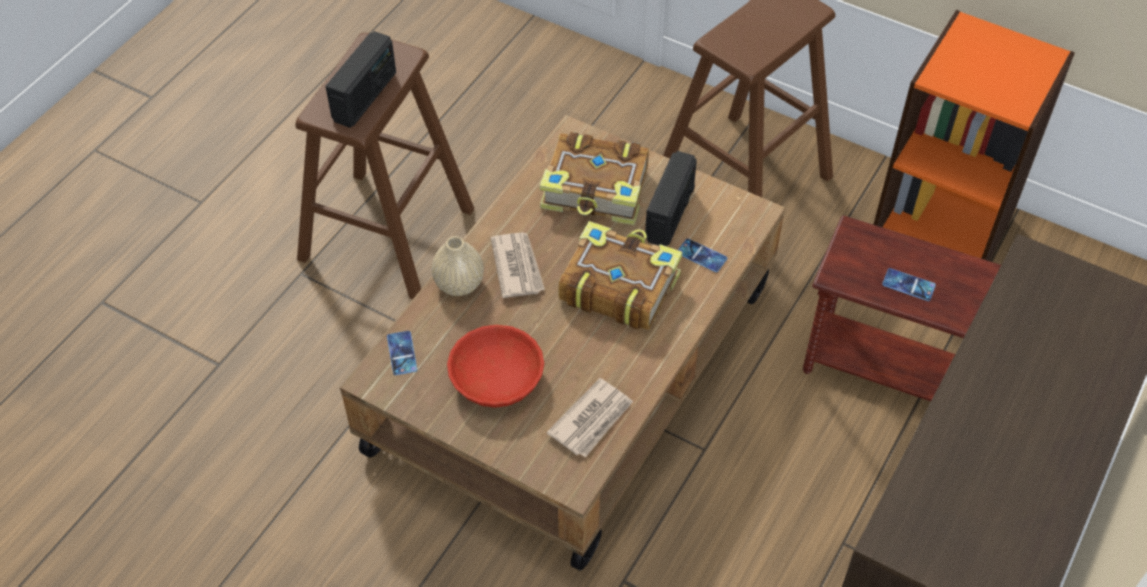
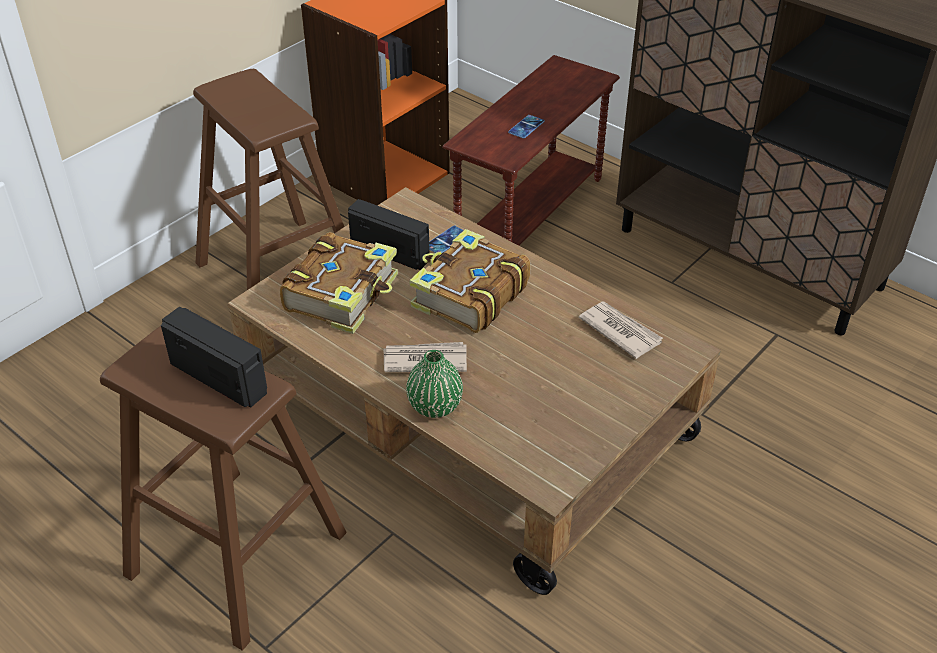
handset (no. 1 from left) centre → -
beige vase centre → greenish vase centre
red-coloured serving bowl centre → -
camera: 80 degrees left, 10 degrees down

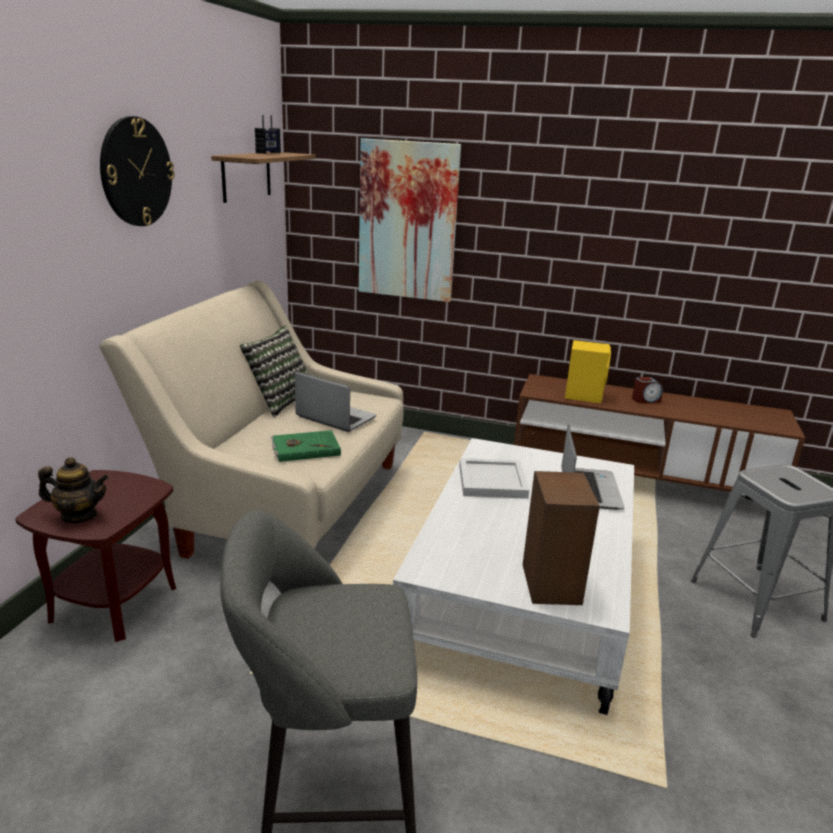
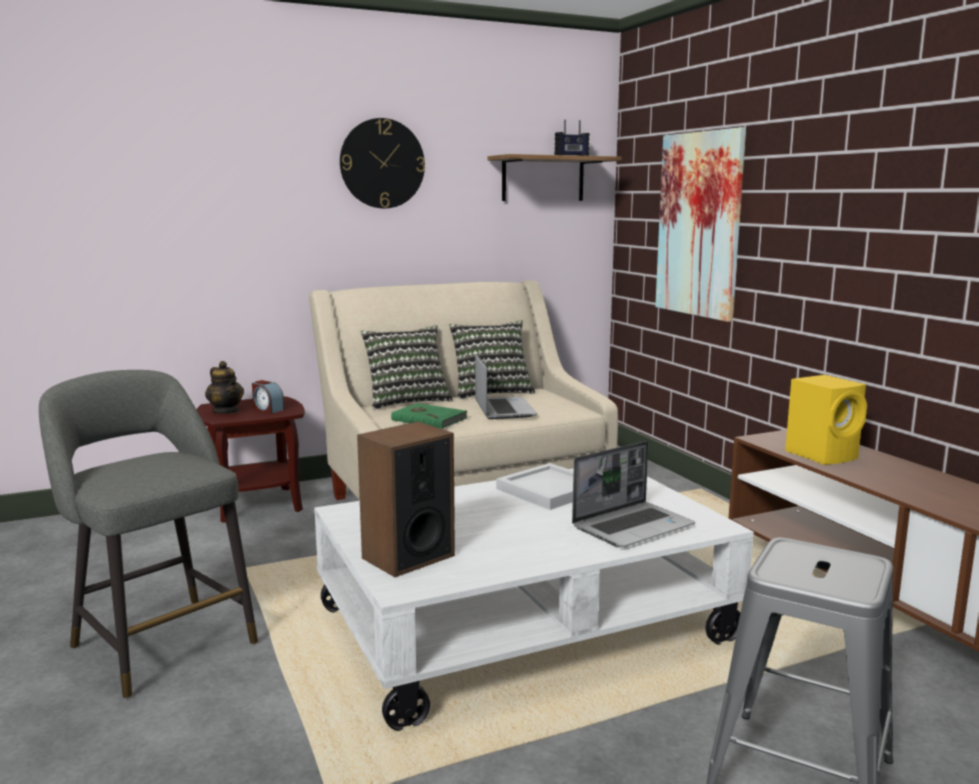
table clock middle right → table clock middle left, shifted
- → cushion (no. 1 from left) centre
camera: 50 degrees right, 10 degrees down

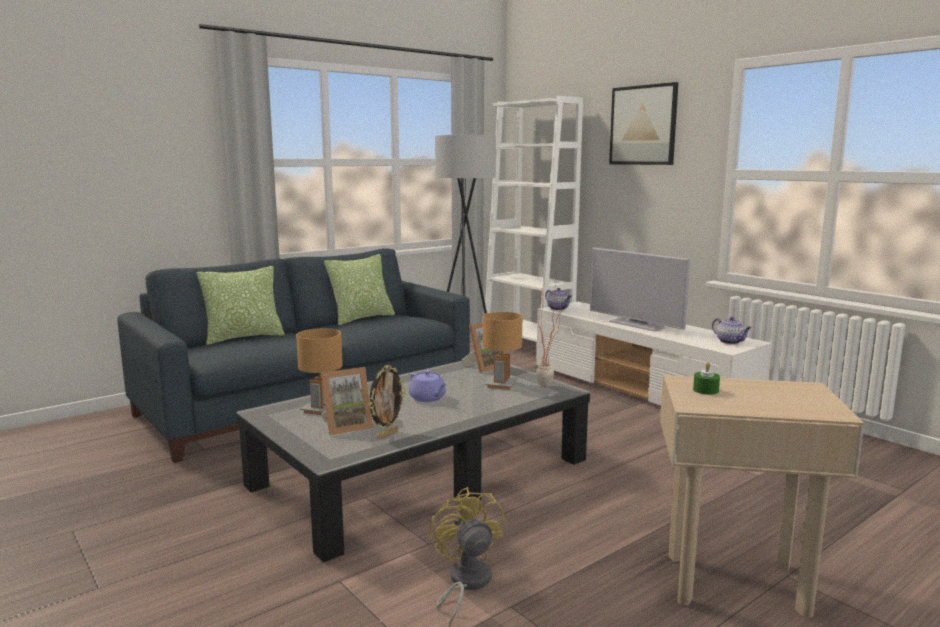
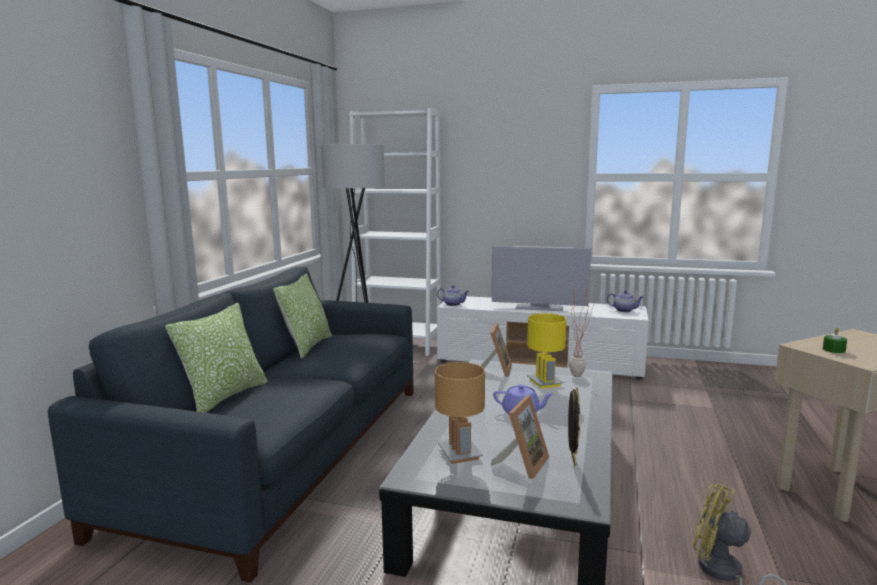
brown table lamp (no. 2 from left) centre → yellow-coloured table lamp centre
picture top right → -
camera: 35 degrees left, 0 degrees up

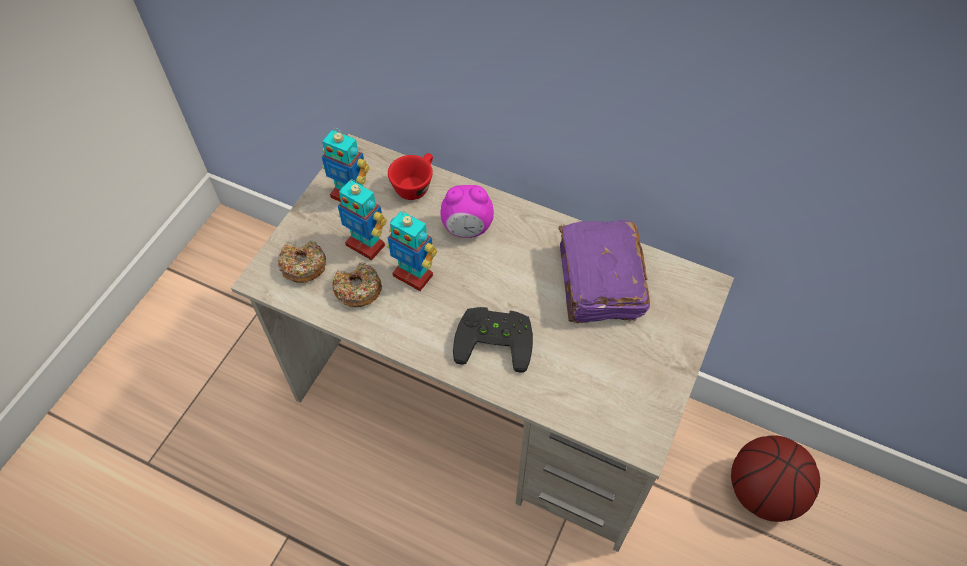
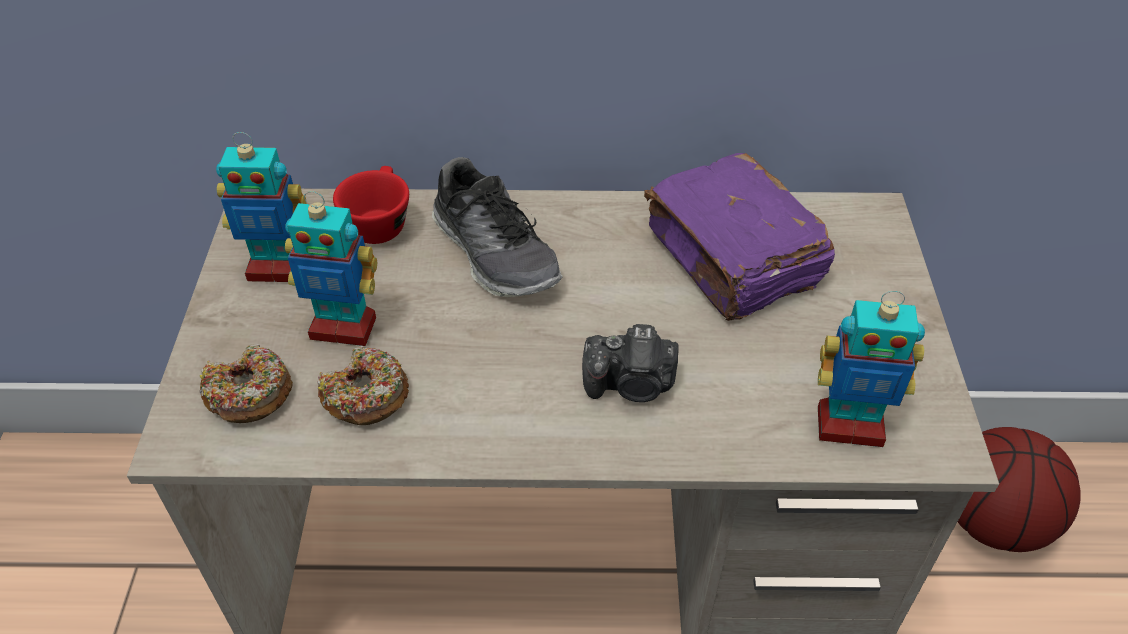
toy robot (no. 3 from left) centre → toy robot (no. 3 from left) middle right, shifted
table clock centre → shoe centre
black-coloured joypad centre → photo camera centre
camera: 25 degrees left, 10 degrees down

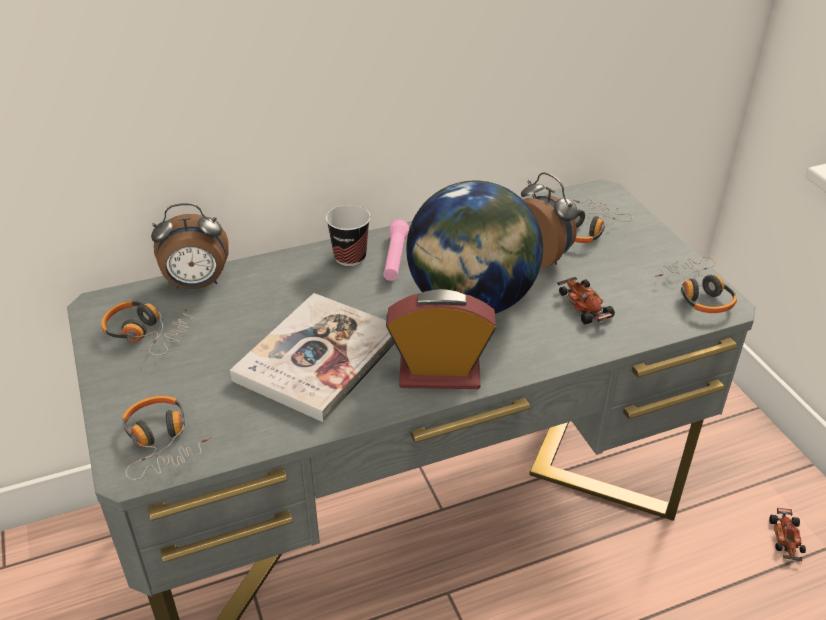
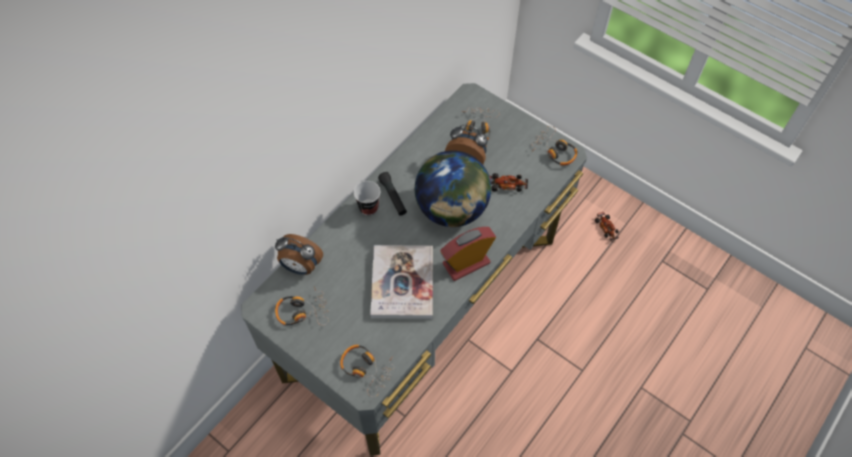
table clock (no. 1 from left) middle left → table clock (no. 1 from left) centre, 60 degrees clockwise
pink-coloured flashlight centre → black-coloured flashlight centre
model car (no. 1 from left) middle right → model car (no. 1 from left) centre, 150 degrees clockwise
camera: 30 degrees left, 20 degrees up

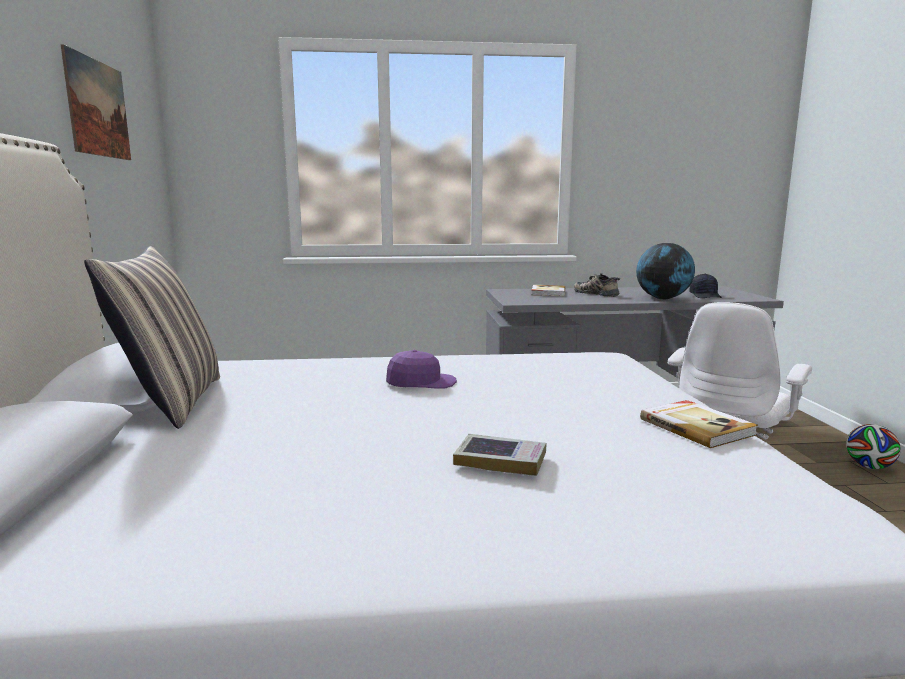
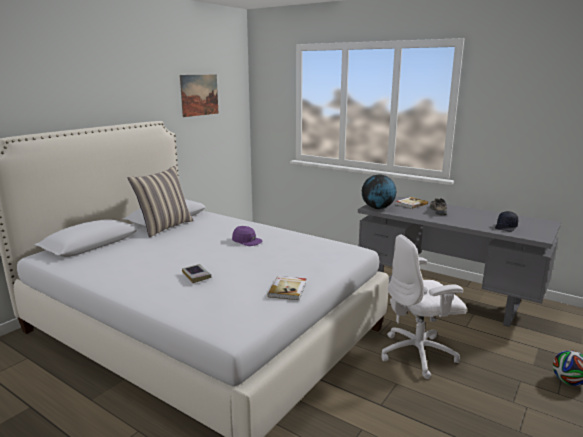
desk globe middle right → desk globe centre, shifted
camera: 40 degrees right, 5 degrees up

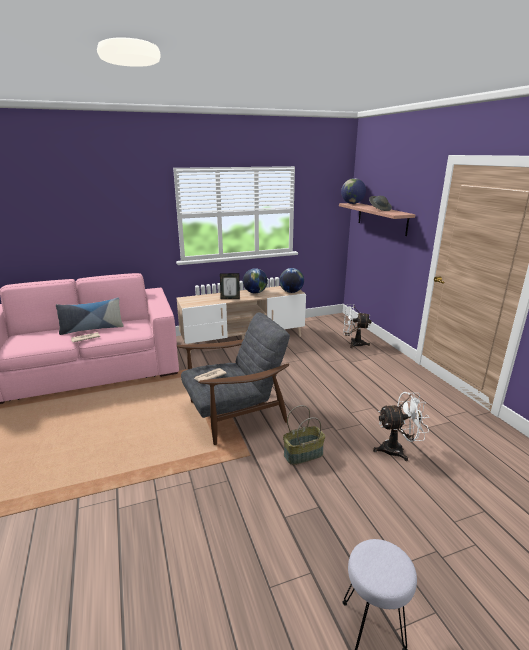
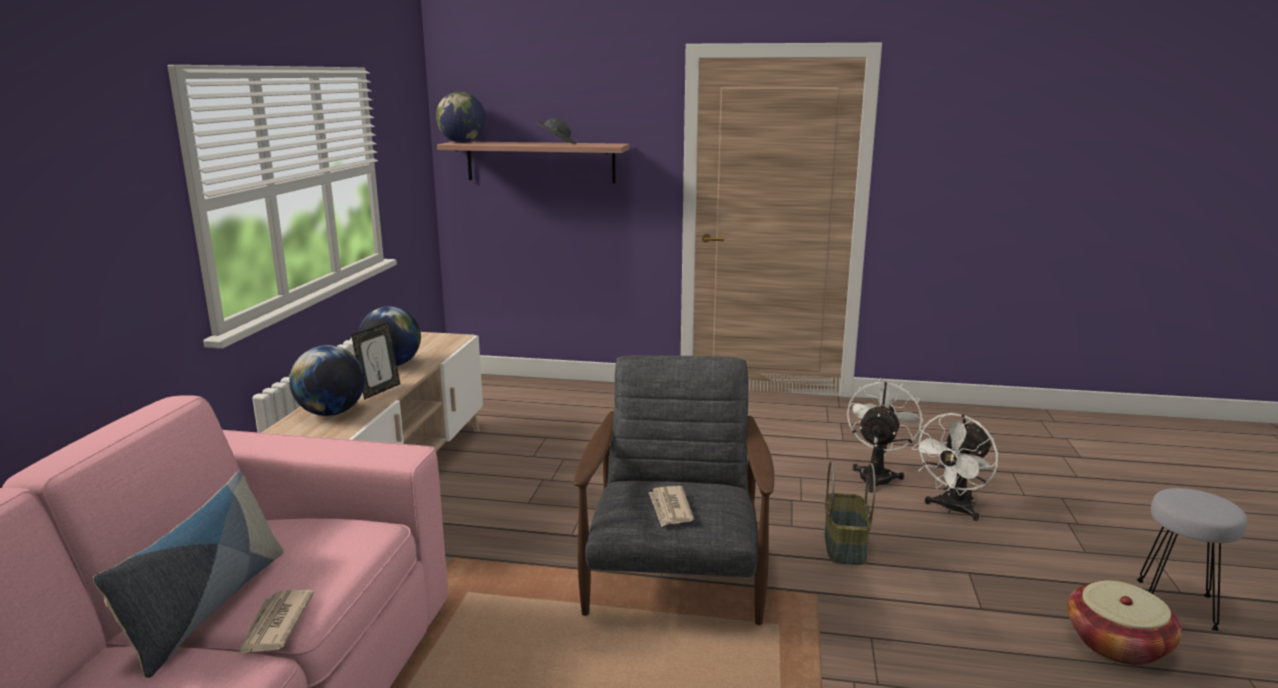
desk globe (no. 2 from left in the first image) centre → desk globe (no. 1 from left) middle left, shifted
white-coloured electric fan (no. 1 from left in the first image) middle right → white-coloured electric fan (no. 2 from left) bottom right, shifted
- → household basket (no. 2 from left) bottom right
camera: 60 degrees left, 5 degrees down

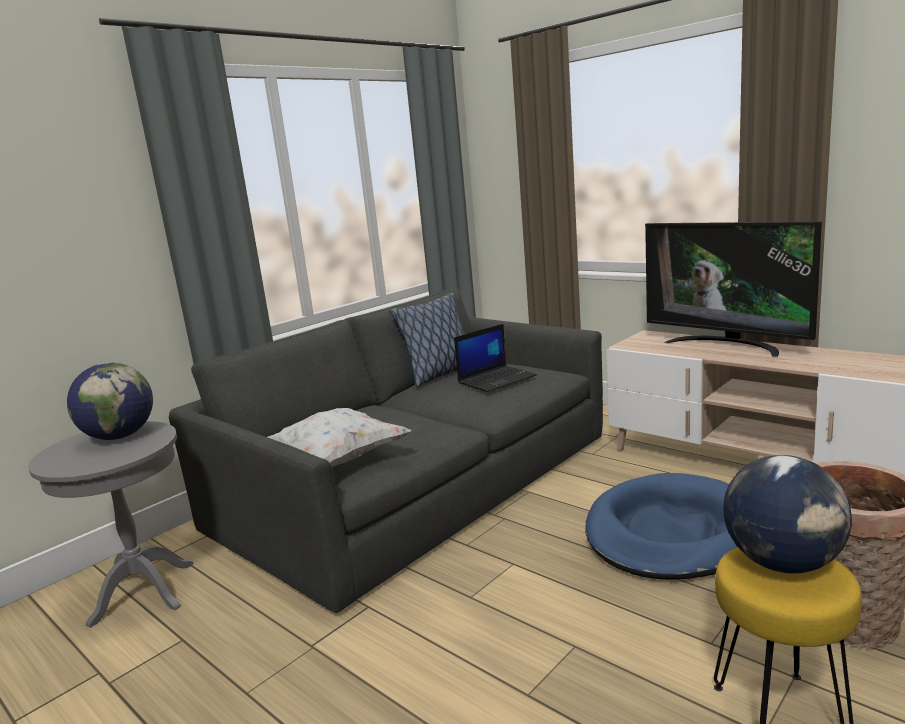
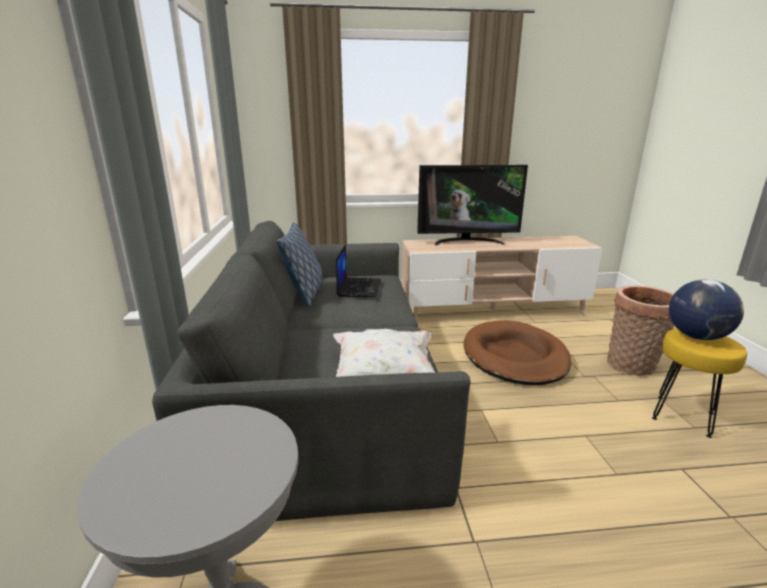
desk globe (no. 1 from left) middle left → -
blue pet bed bottom right → brown pet bed middle right
camera: 50 degrees left, 5 degrees up

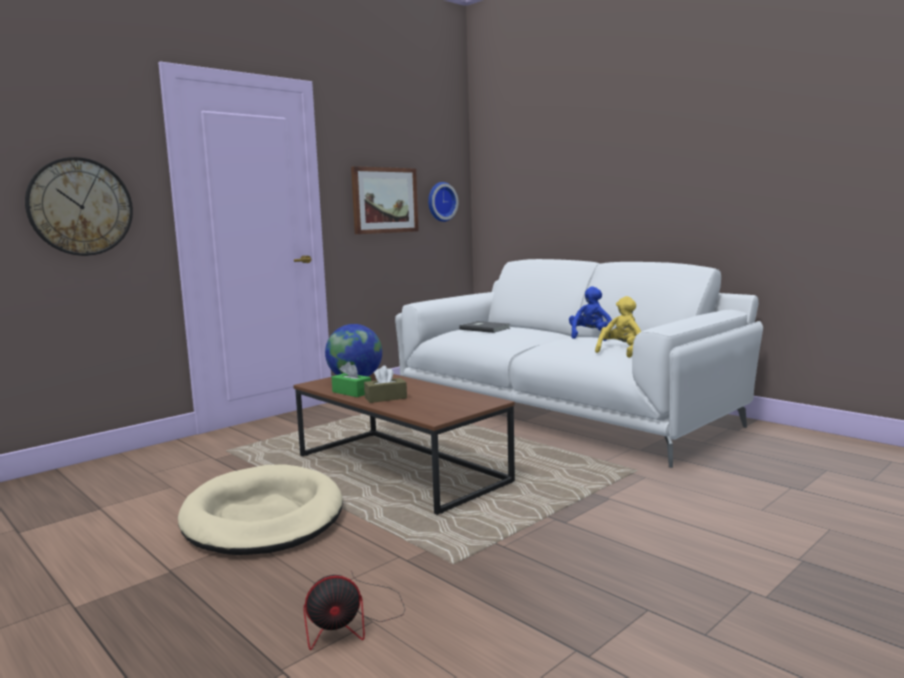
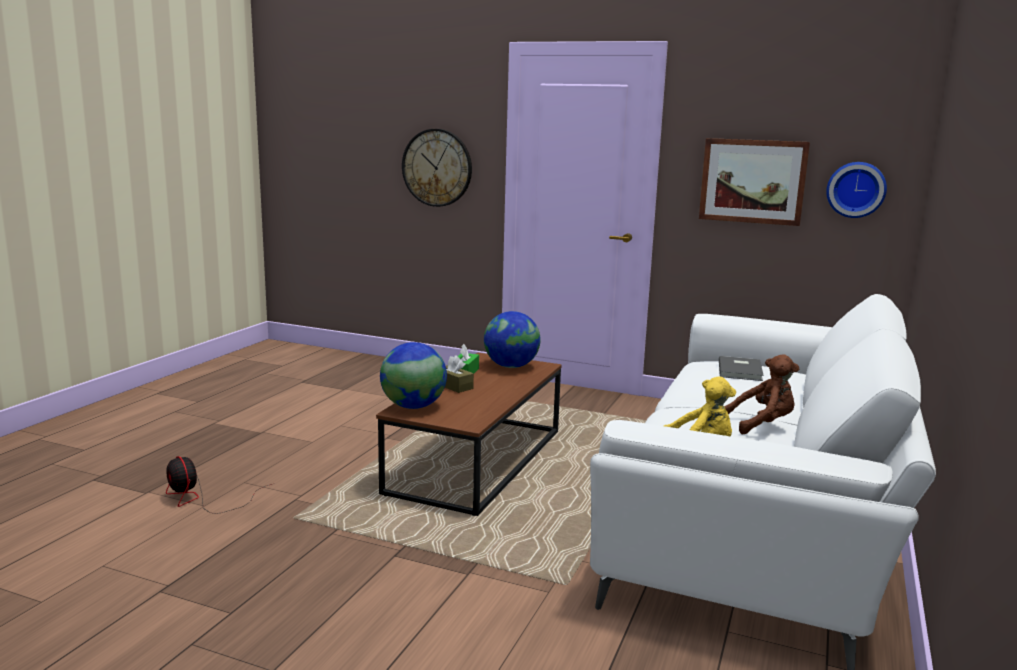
beige pet bed bottom left → -
blue plush toy centre → brown plush toy middle right
- → desk globe (no. 1 from left) centre
camera: 65 degrees right, 5 degrees up

